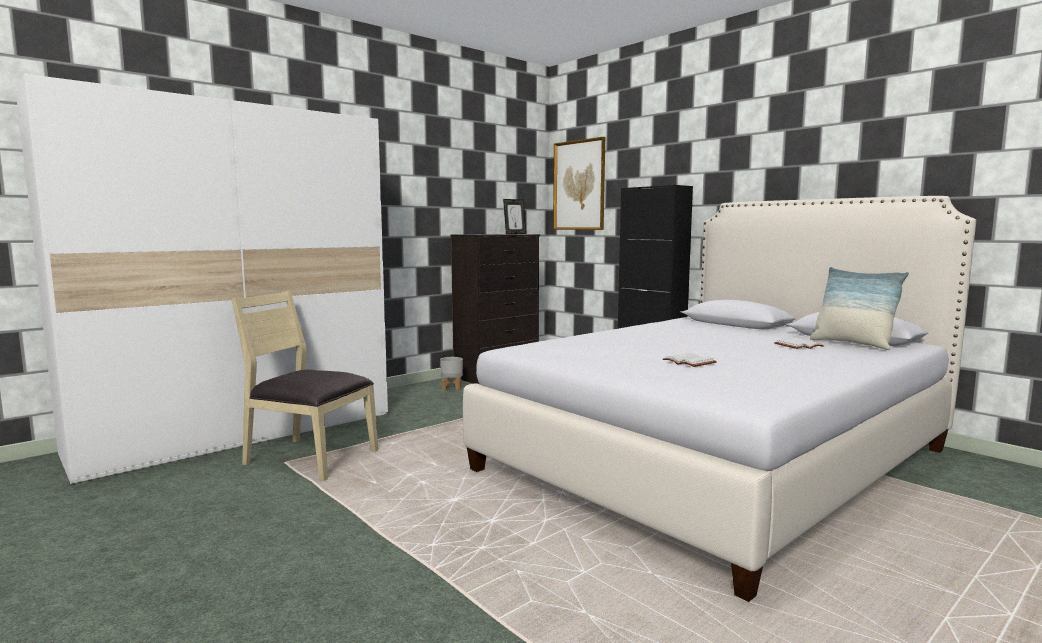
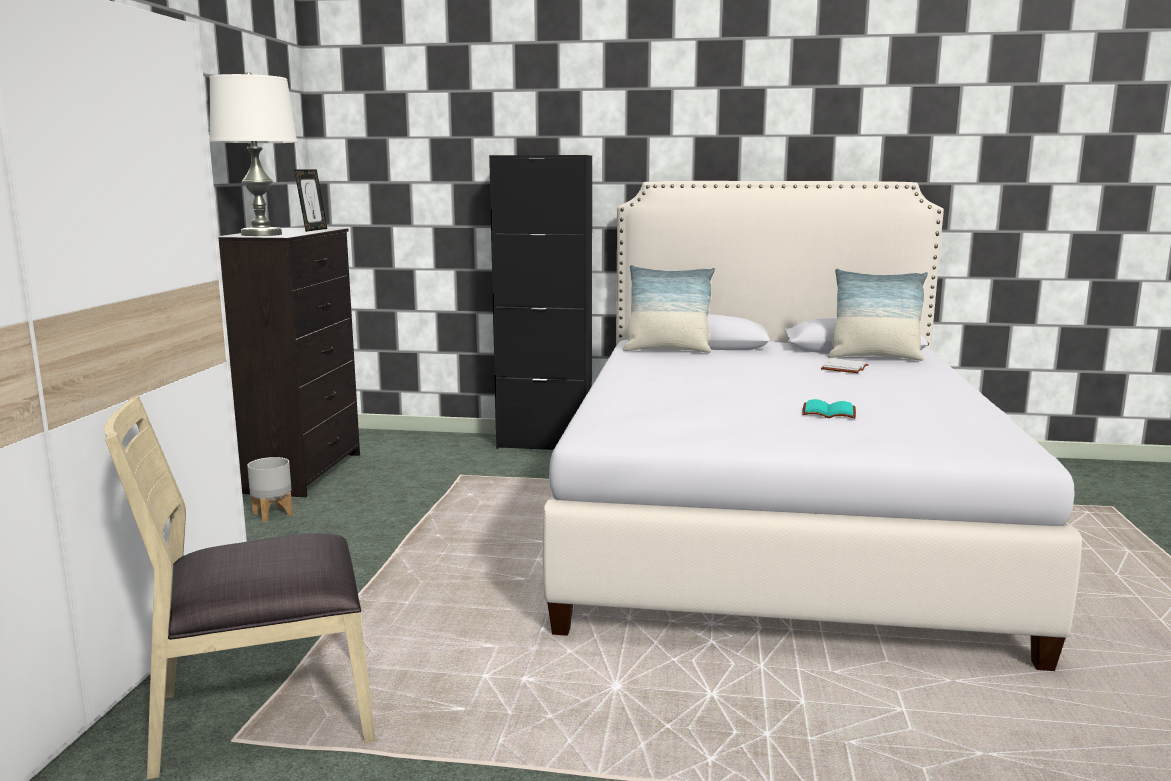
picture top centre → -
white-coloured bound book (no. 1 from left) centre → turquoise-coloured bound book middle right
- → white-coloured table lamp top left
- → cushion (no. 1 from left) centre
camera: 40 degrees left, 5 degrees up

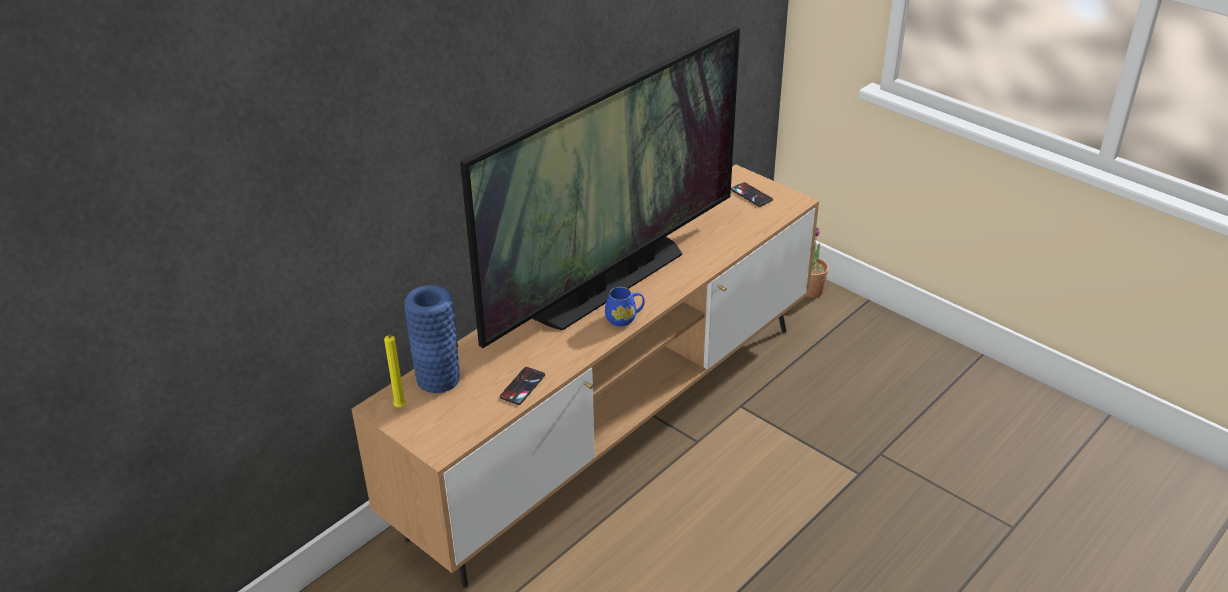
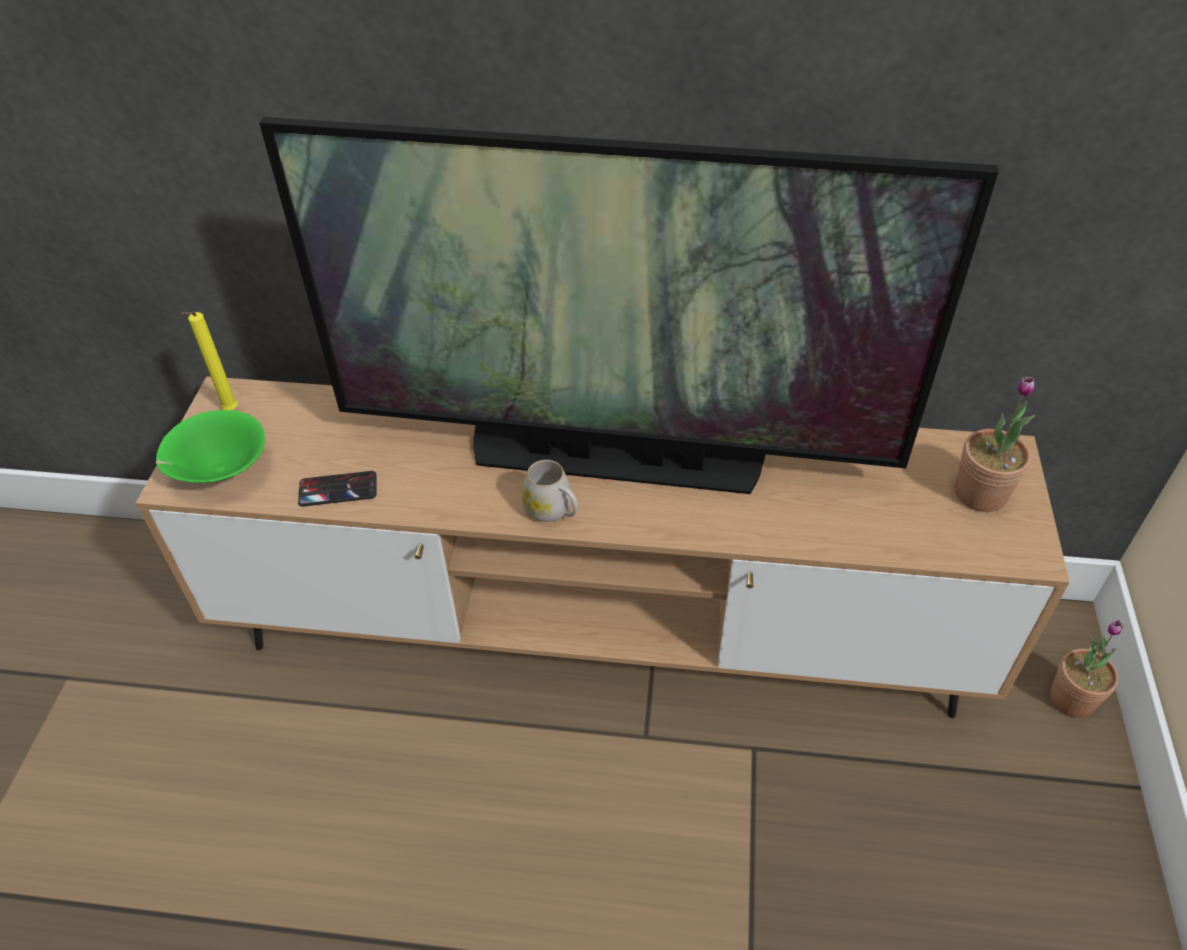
blue vase centre → -
blue mug centre → white-coloured mug centre
handset (no. 2 from left) top centre → houseplant (no. 1 from left) middle right
- → greenish serving bowl middle left
camera: 55 degrees right, 10 degrees up

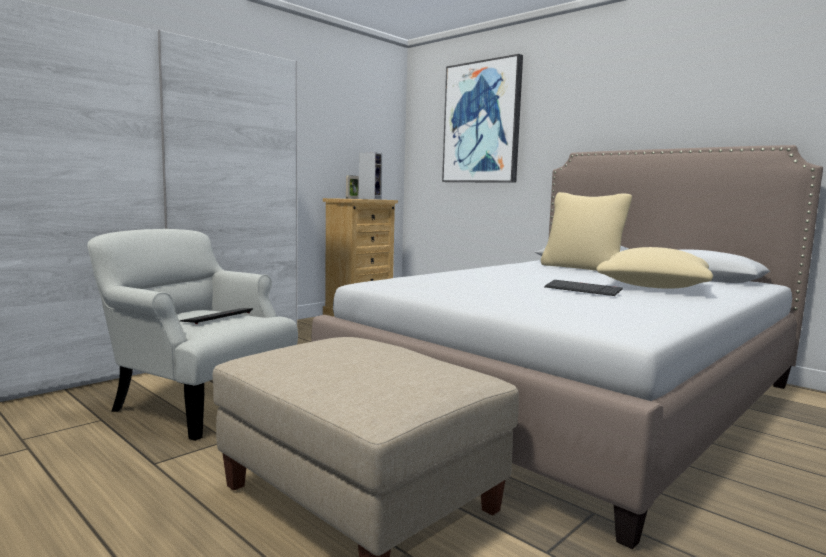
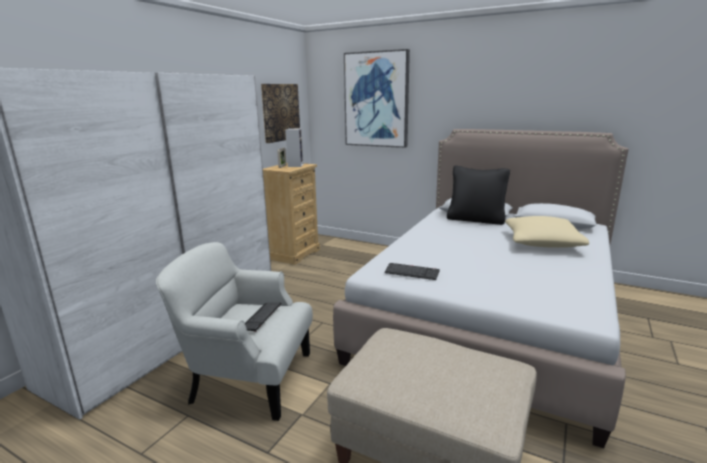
beige cushion (no. 1 from left) middle right → black-coloured cushion middle right
PC keyboard (no. 2 from left) middle right → PC keyboard (no. 2 from left) centre, shifted
- → picture (no. 1 from left) top centre
camera: 15 degrees left, 10 degrees up

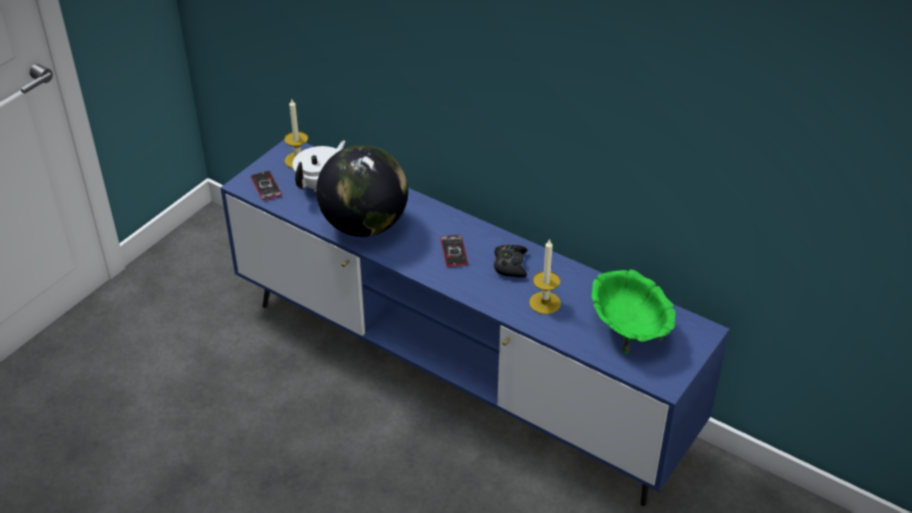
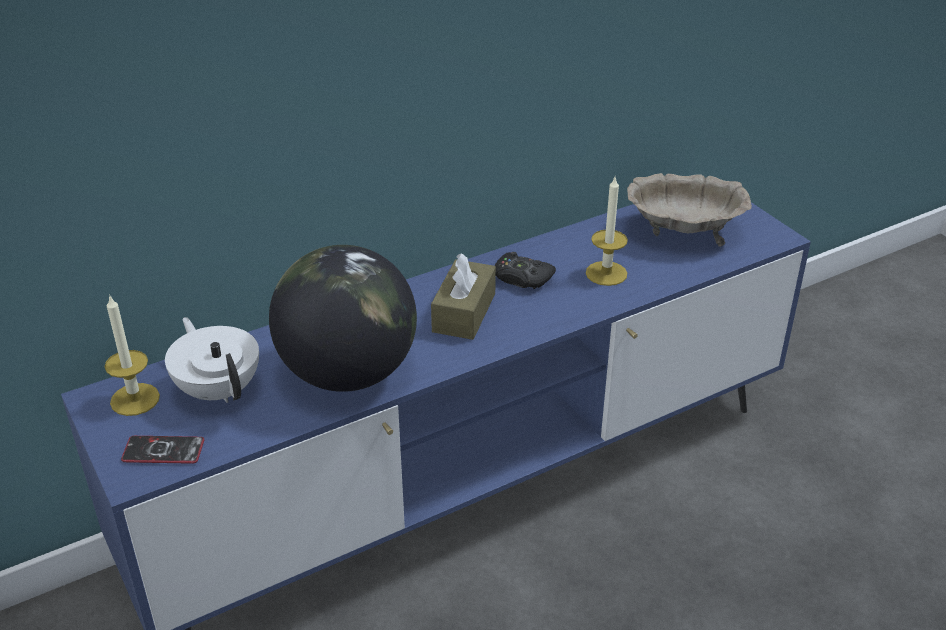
handset (no. 2 from left) centre → brown box of tissues centre
greenish serving bowl middle right → beige serving bowl middle right
camera: 65 degrees left, 5 degrees down

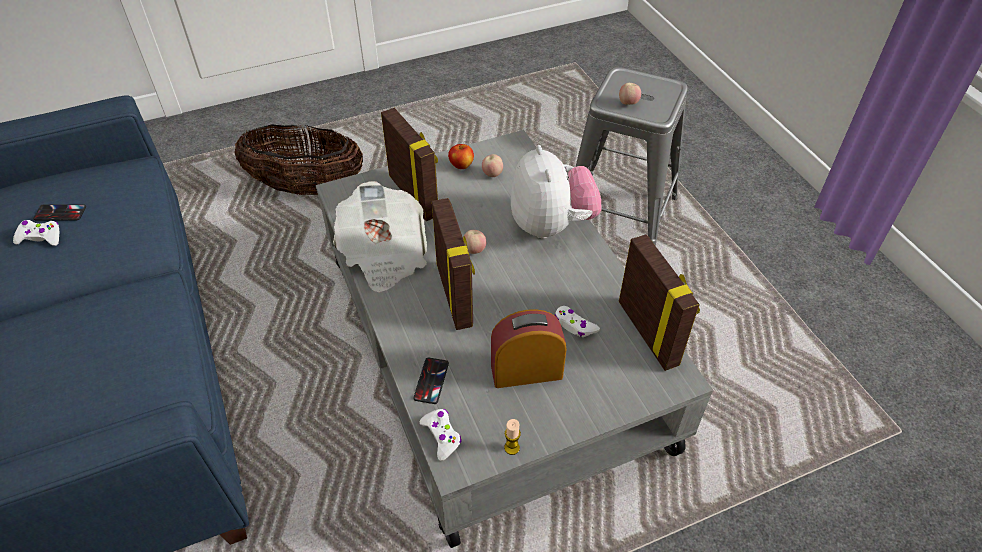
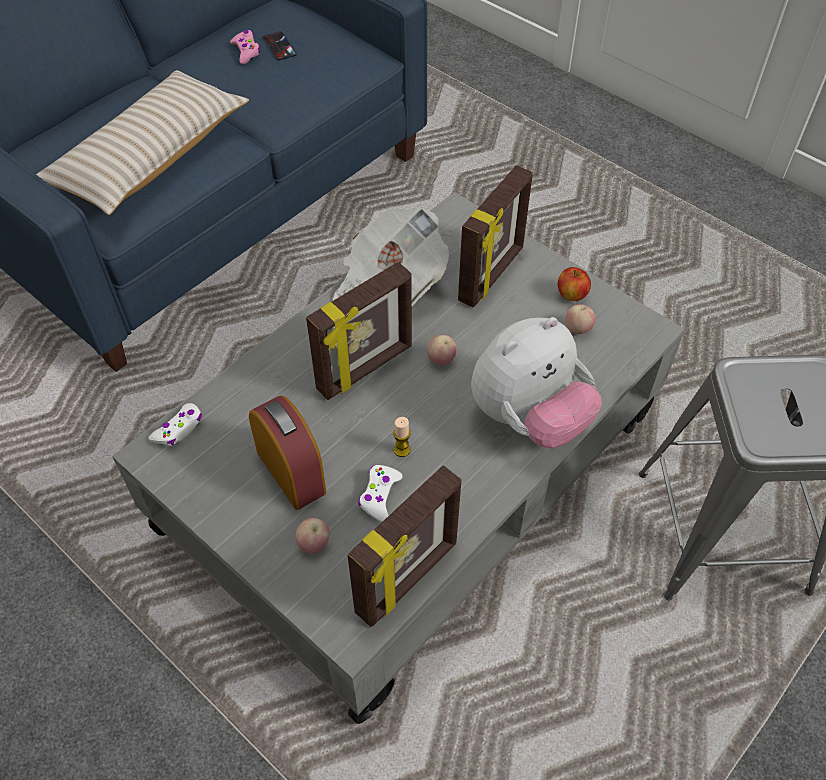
white-coloured joypad (no. 1 from left) middle left → pink-coloured joypad top left
household basket top left → -
handset (no. 2 from left) bottom centre → -
candle bottom centre → candle centre, shifted
whole apple (no. 4 from left in the first image) top centre → whole apple (no. 1 from left) bottom centre, shifted
- → beige cushion top left
camera: 65 degrees right, 5 degrees up

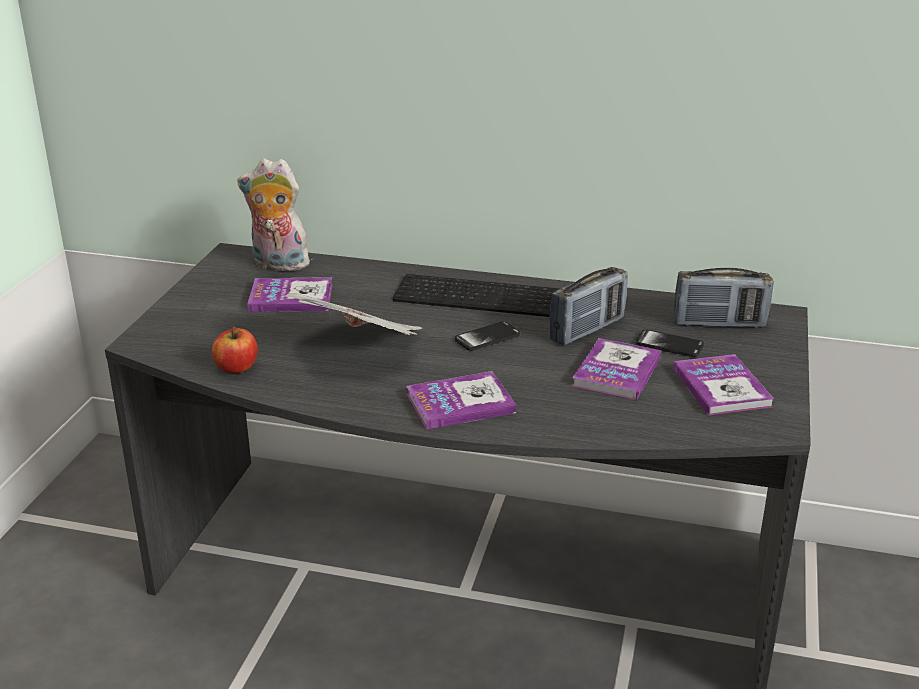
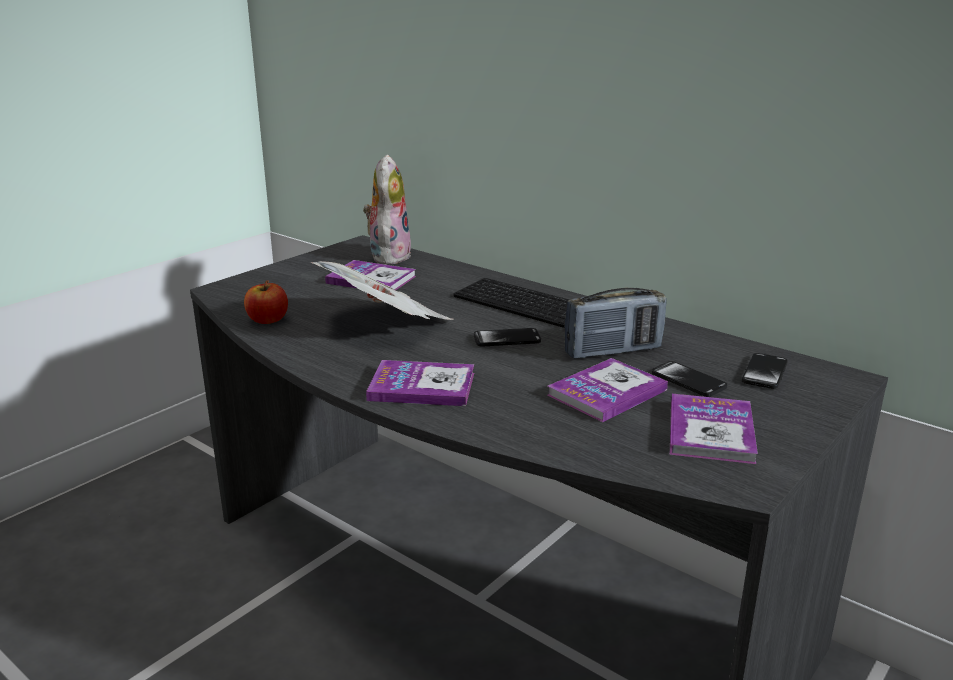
plush toy top left → plush toy top centre, 60 degrees clockwise
radio set (no. 2 from left) middle right → handset (no. 3 from left) middle right
camera: 25 degrees right, 5 degrees down

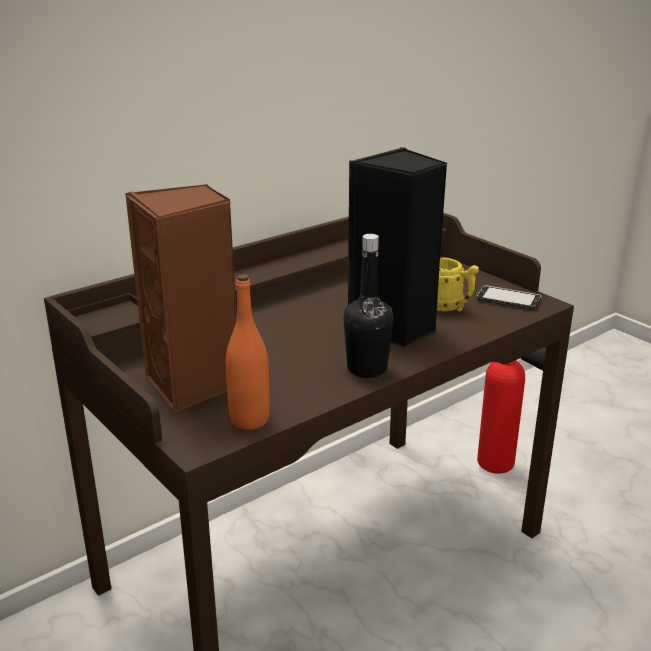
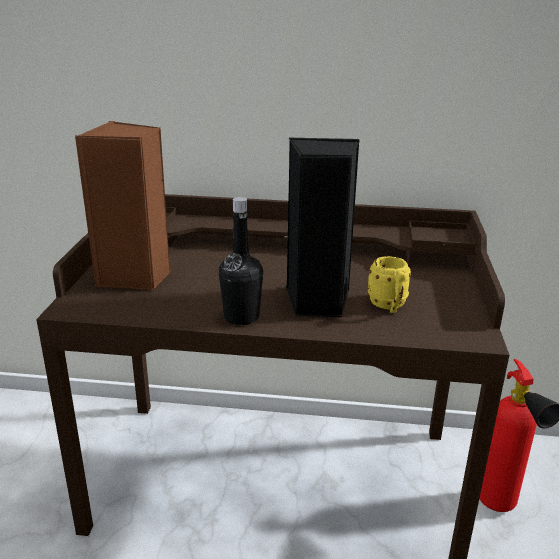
orangey drink bottle centre → -
handset middle right → -
camera: 45 degrees right, 0 degrees up

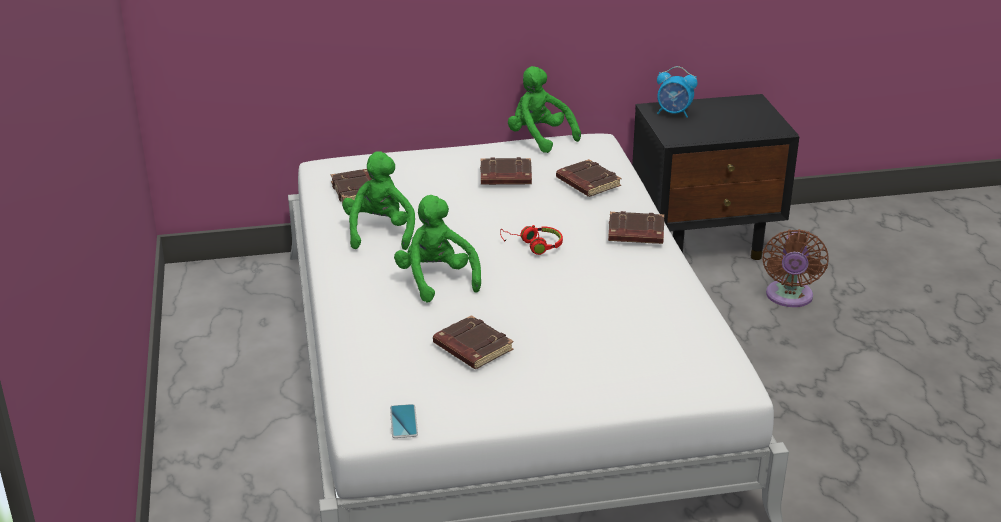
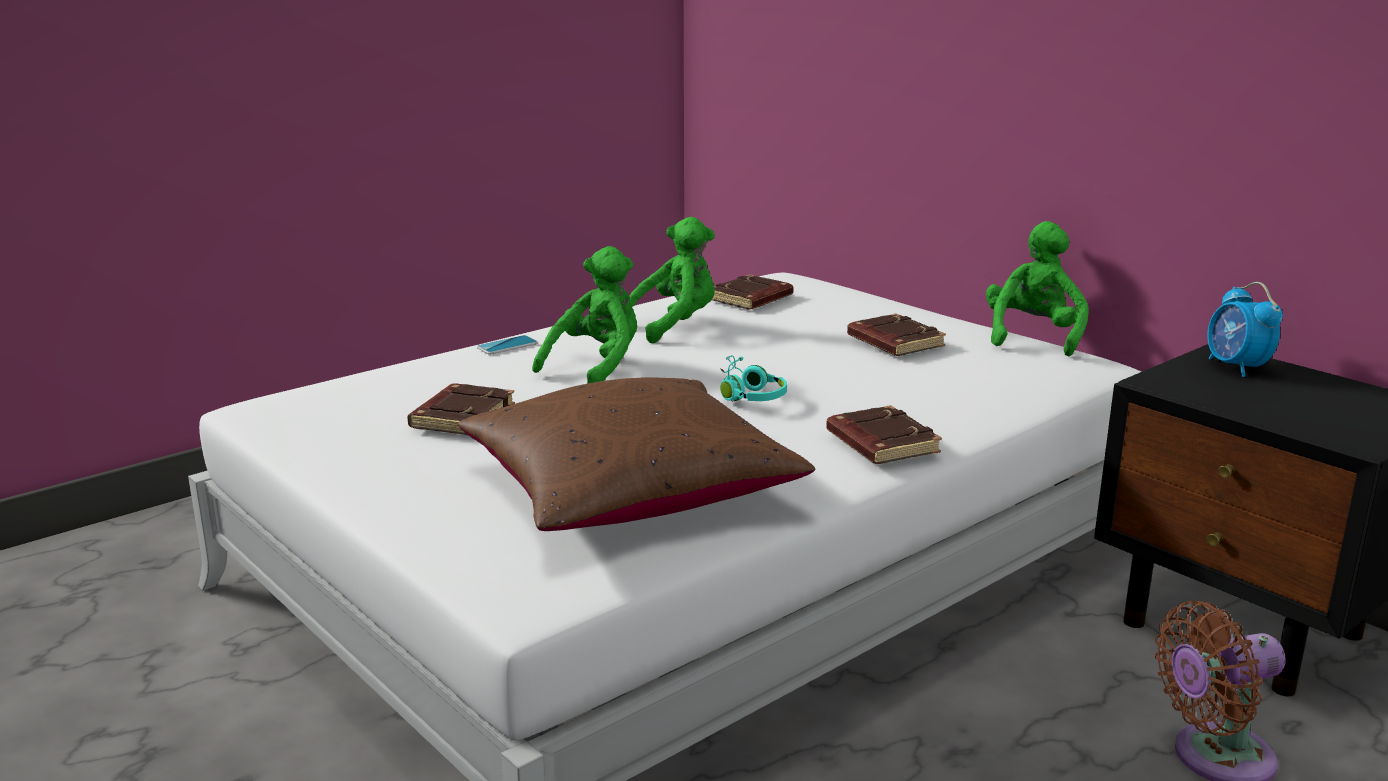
handset bottom centre → handset centre, shifted
red-coloured pair of headphones centre → turquoise-coloured pair of headphones centre
brown bound book (no. 4 from left) centre → -
- → brown cushion centre
camera: 60 degrees right, 10 degrees down

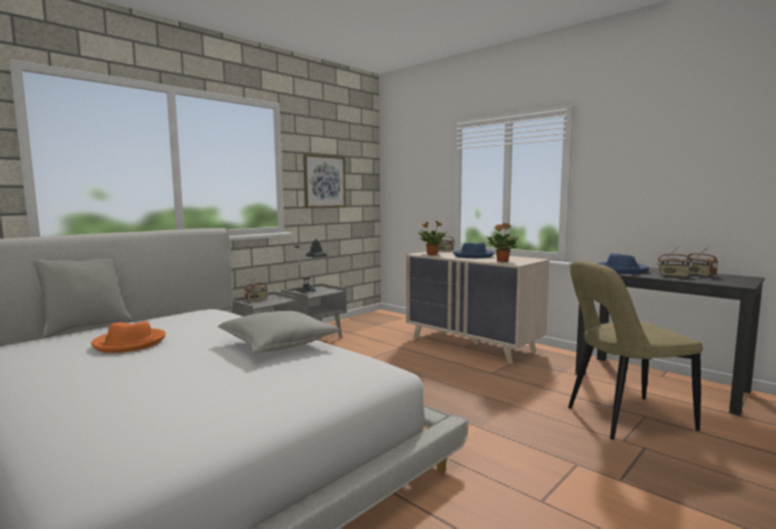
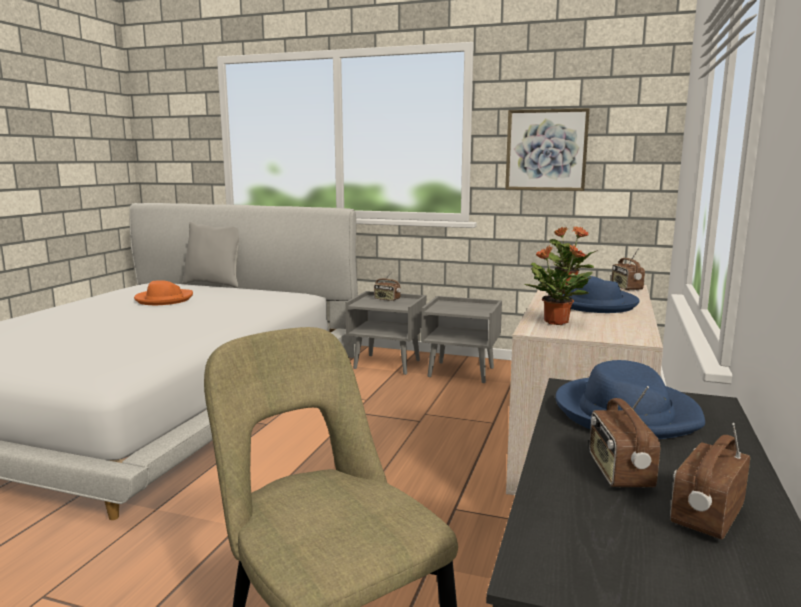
greyish cushion (no. 2 from left) centre → -
table lamp centre → -
camera: 65 degrees right, 5 degrees up

